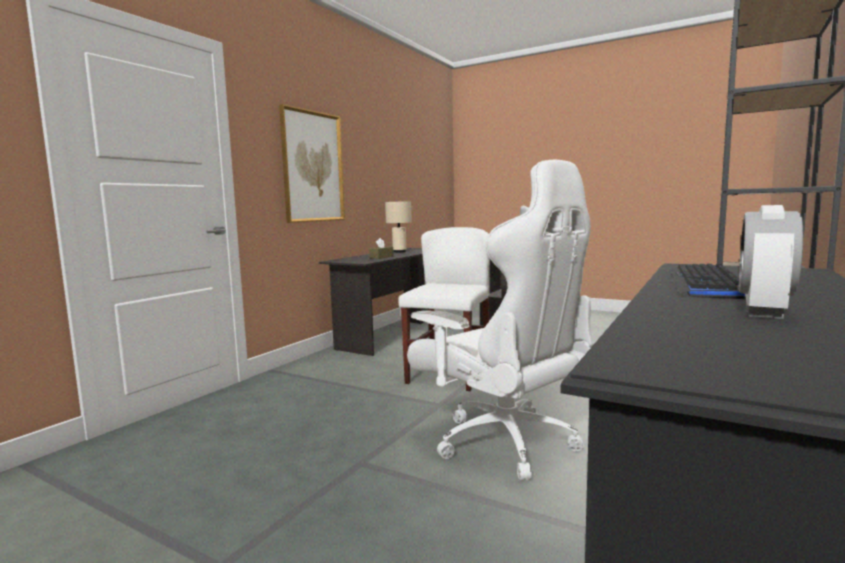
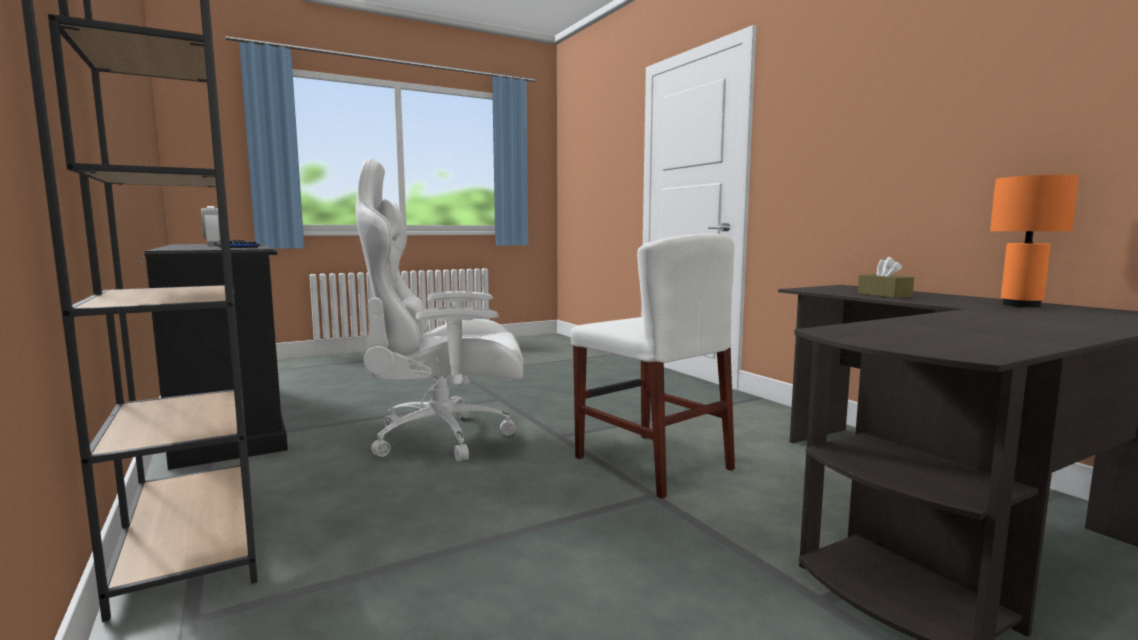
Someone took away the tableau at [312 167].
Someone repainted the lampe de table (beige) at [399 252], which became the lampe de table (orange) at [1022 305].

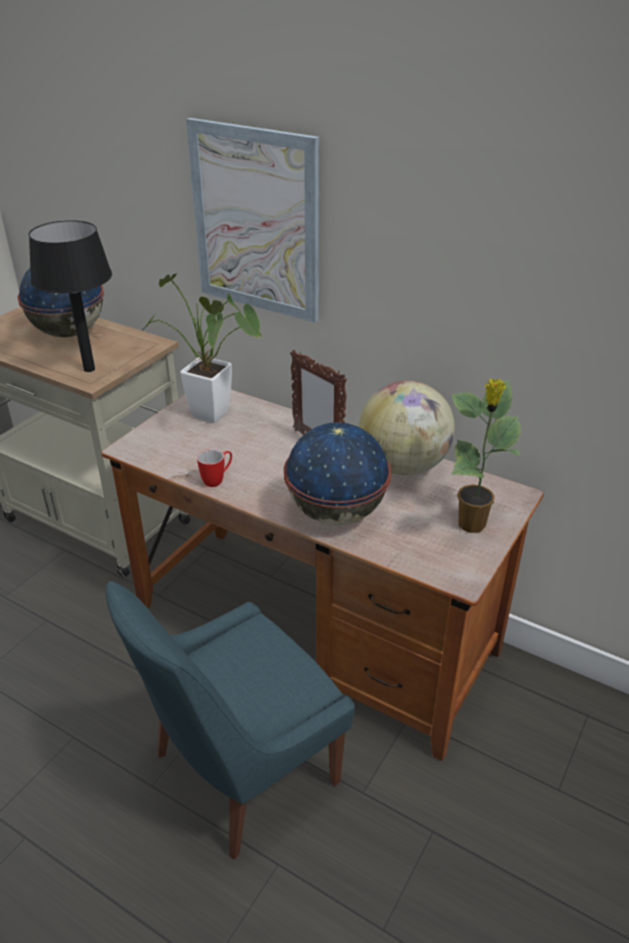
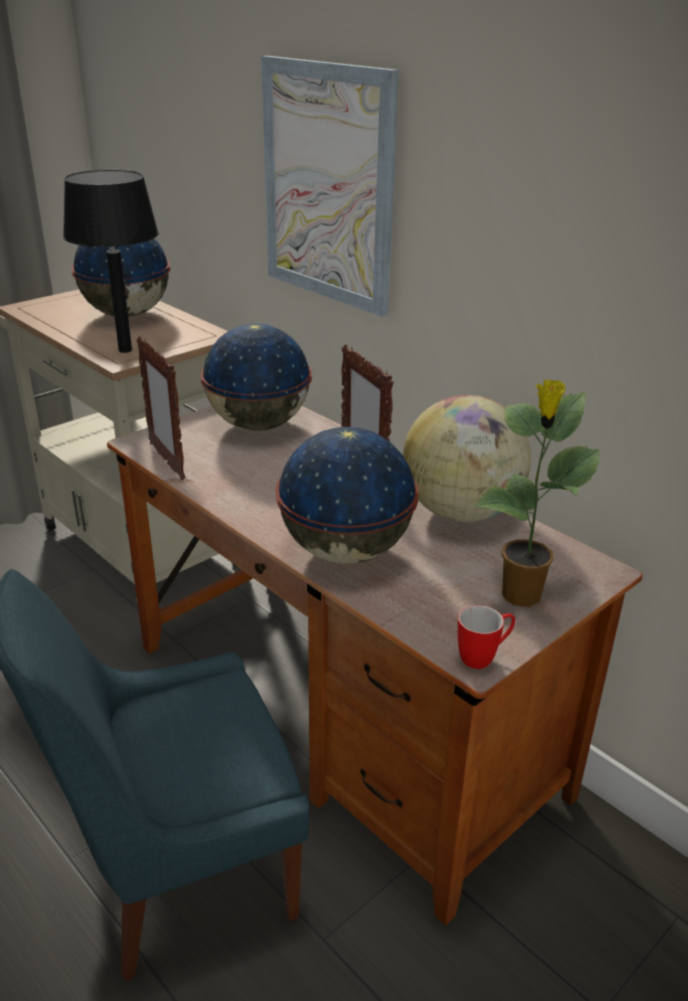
Someone put down the cadre photo at [167 461].
Someone carried the mug from [217 480] to [483 657].
Someone swapped the plante en pot at [217 417] for the globe at [258 425].

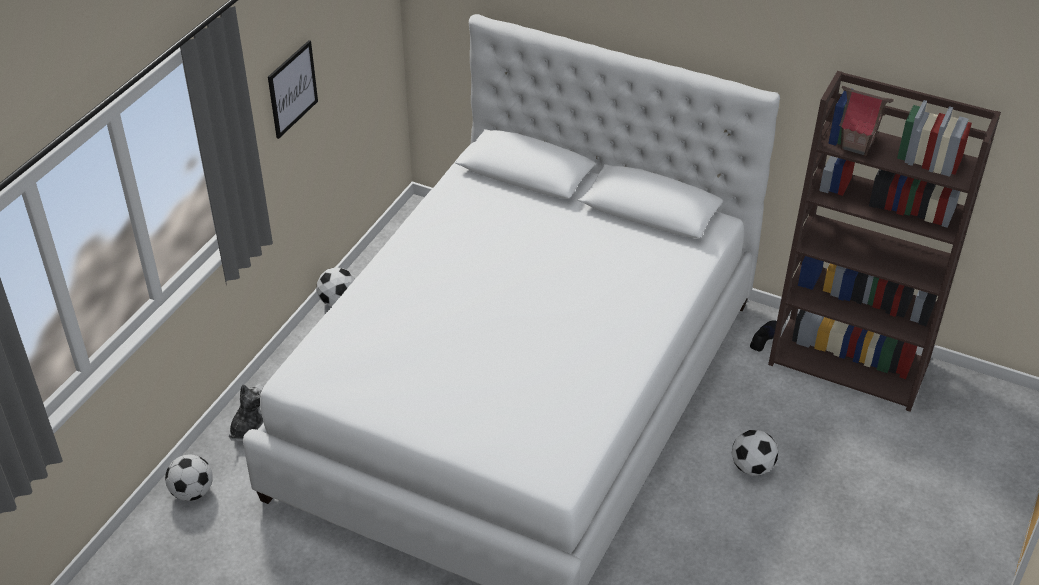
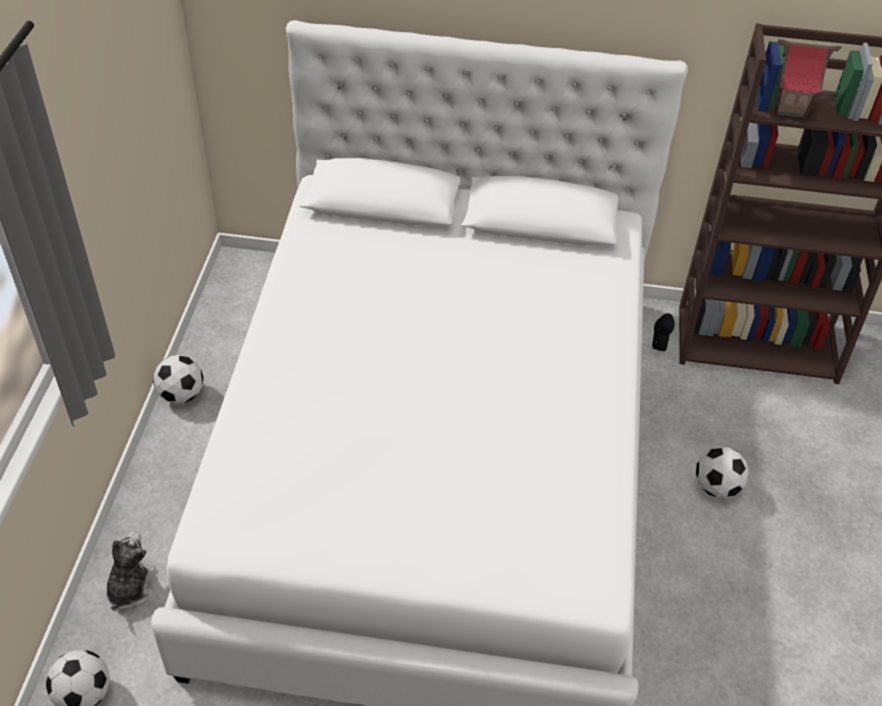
Someone took away the tableau at [292 89].

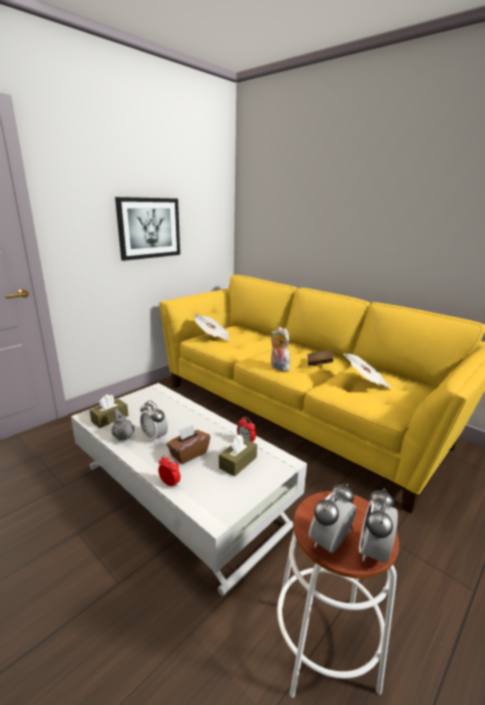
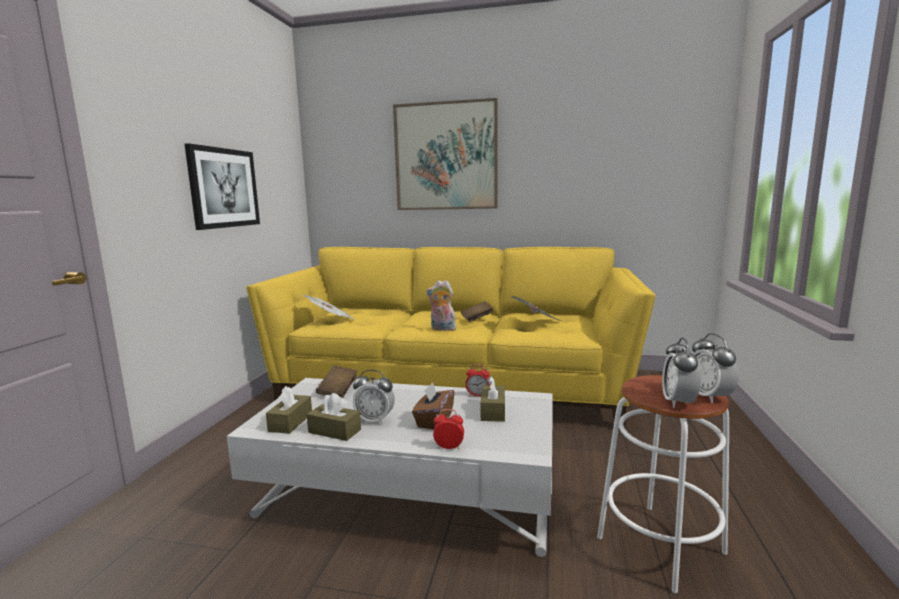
Someone put down the livre (marron) at [338 391].
Someone put up the tableau at [446 156].
Someone swapped the théière (gris) at [123 437] for the boîte à mouchoirs (marron) at [334 431].

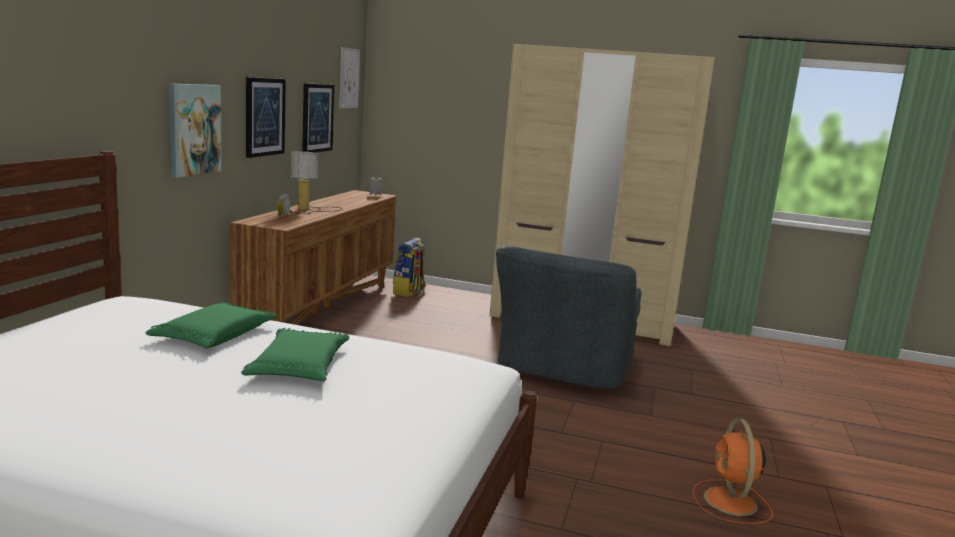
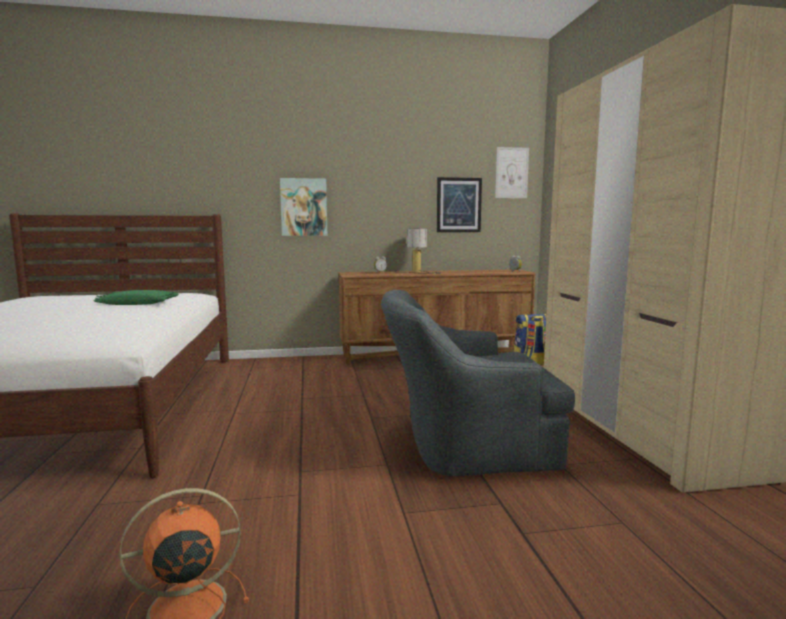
Someone took away the coussin (vert) at [299 363].
Someone took away the tableau at [264 117].

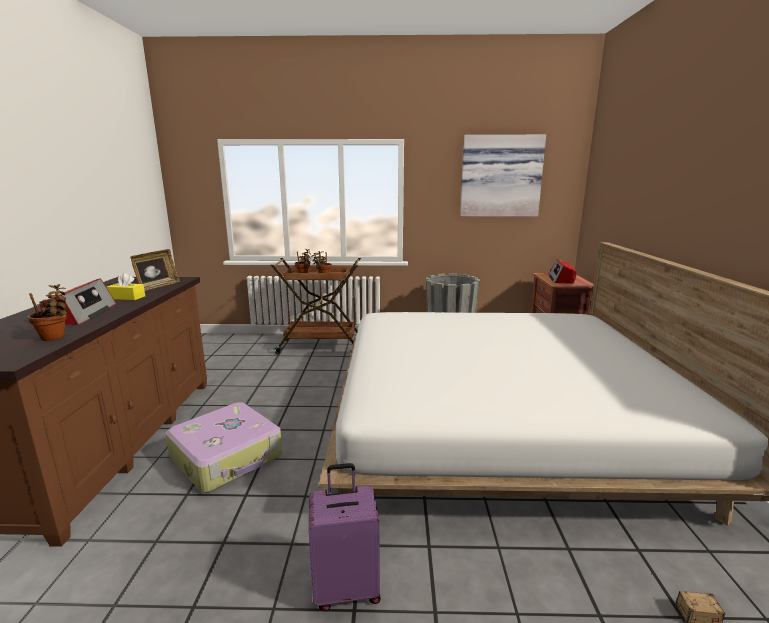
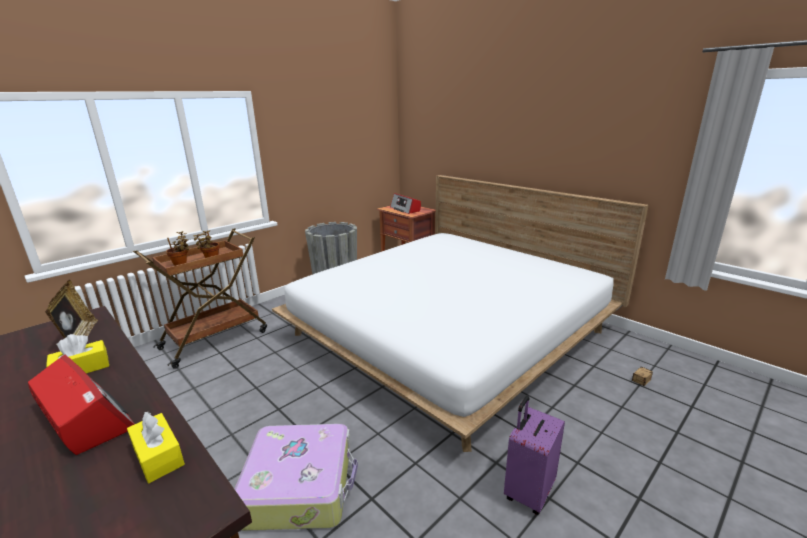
Someone took away the tableau at [500 176].
Someone swapped the plante en pot at [55 337] for the boîte à mouchoirs (jaune) at [158 456].

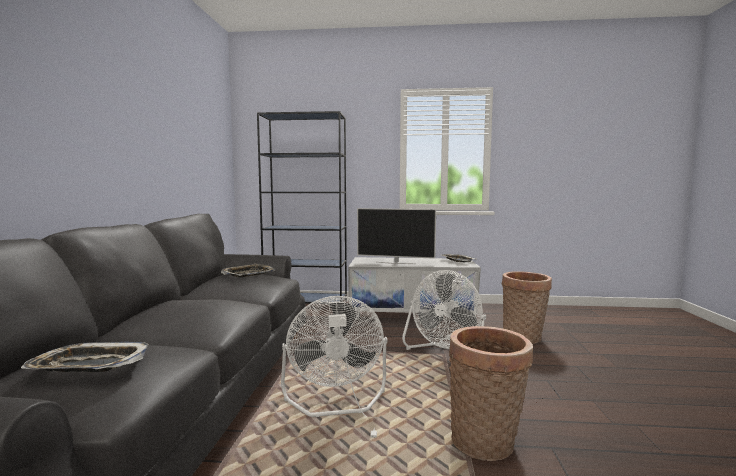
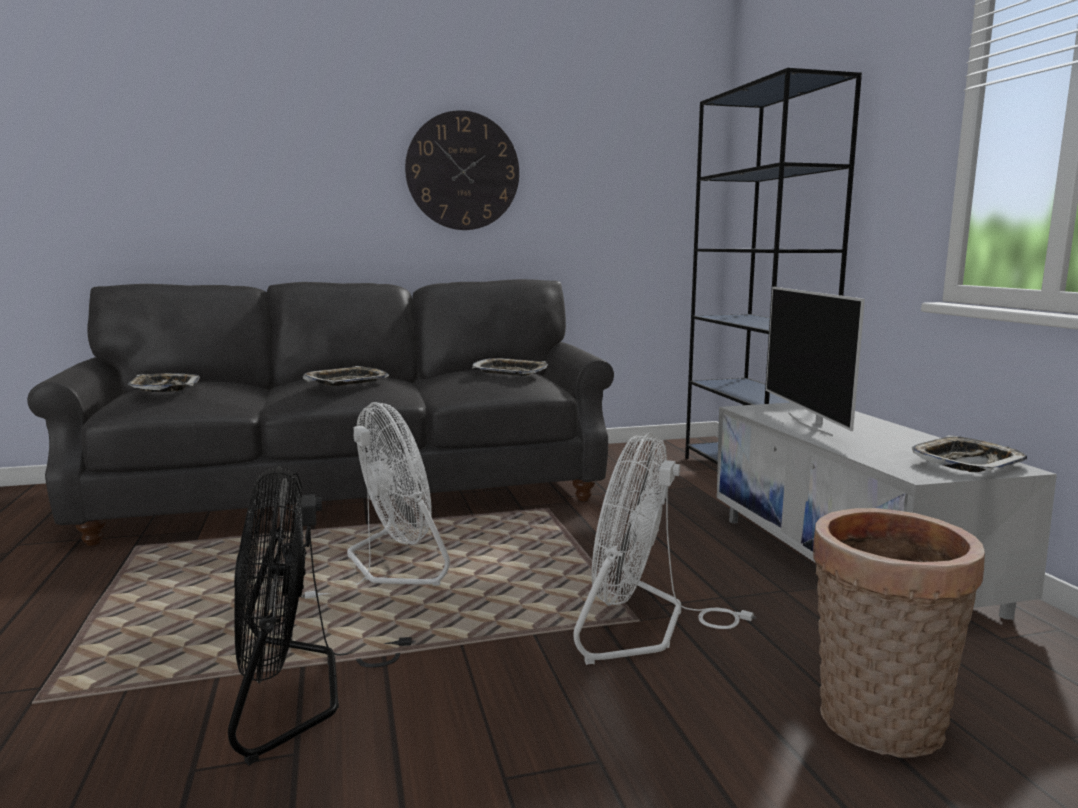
Someone put down the plateau at [346 382].
Someone put up the horloge murale at [462 171].
Someone swapped the panier at [486 443] for the ventilateur (noir) at [302 684].

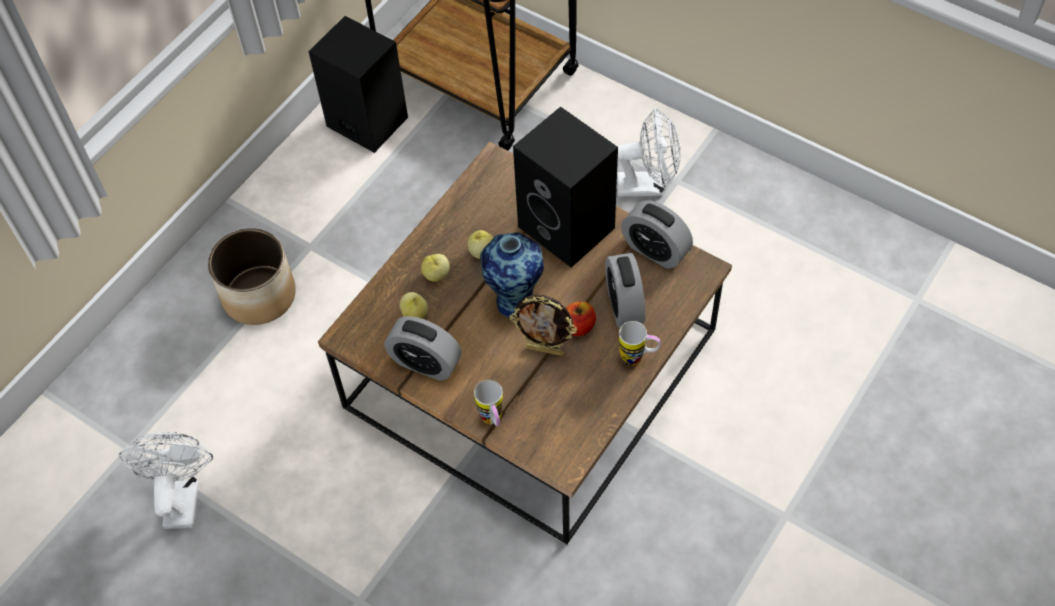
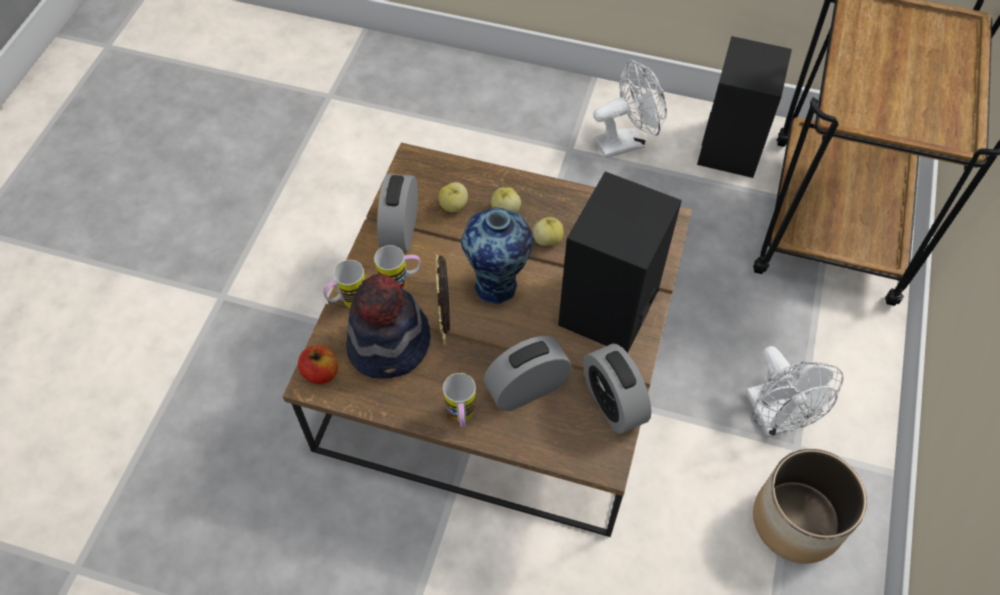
Someone put down the chapeau at [390 345].
Someone put down the mug at [401 285].
Someone carried the ventilateur (blanc) from [181 496] to [626 142].
Someone carried the cache-pot from [259 294] to [797 520].
Someone carried the pomme from [578 326] to [321 372].
Someone rotated the réveil at [655 250] by 45 degrees counterclockwise.

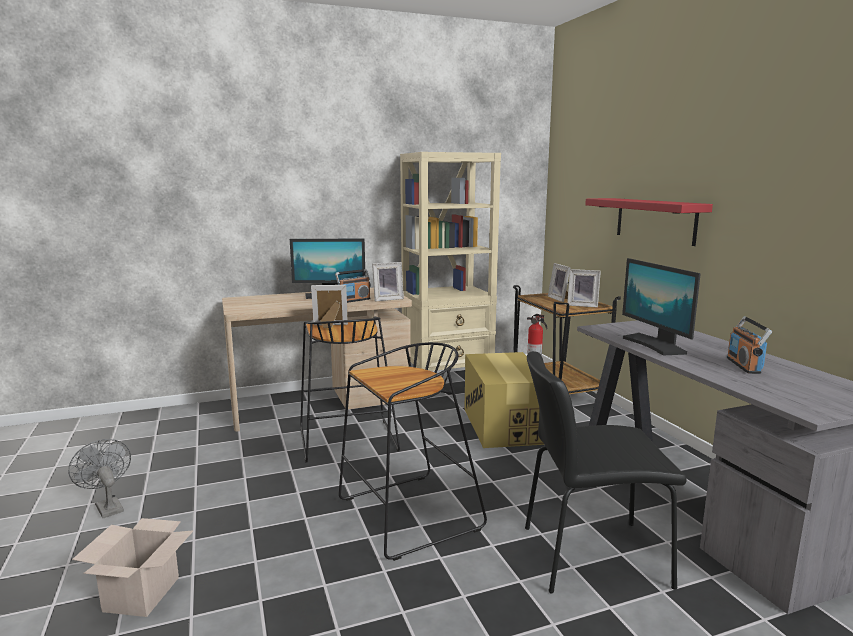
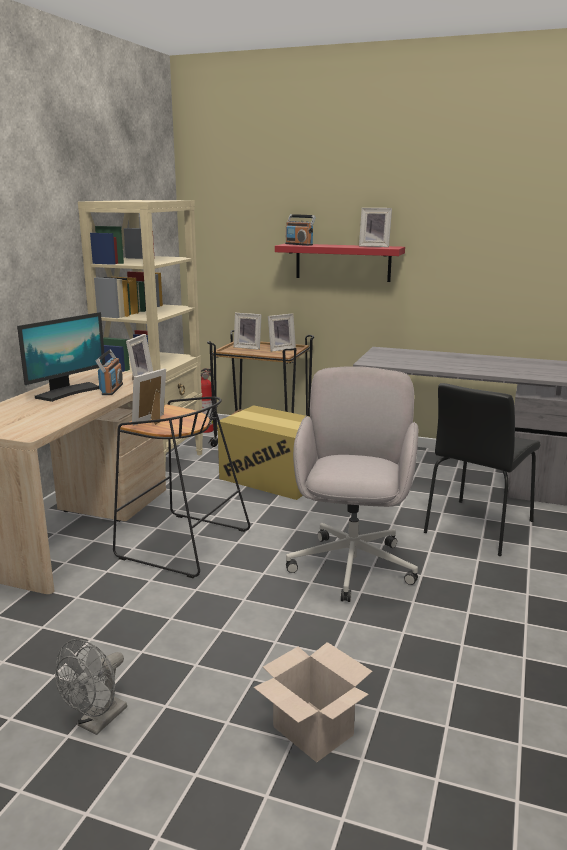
Someone took away the écran d'ordinateur at [655 345].
Someone put down the cadre photo at [375 246].
Someone carried the radio from [744 365] to [299 244].
Someone swapped the tabouret (noir) at [408 516] for the chaise de bureau (gris) at [352 566].
Someone rotated the ventilateur (gris) at [107 506] by 60 degrees counterclockwise.

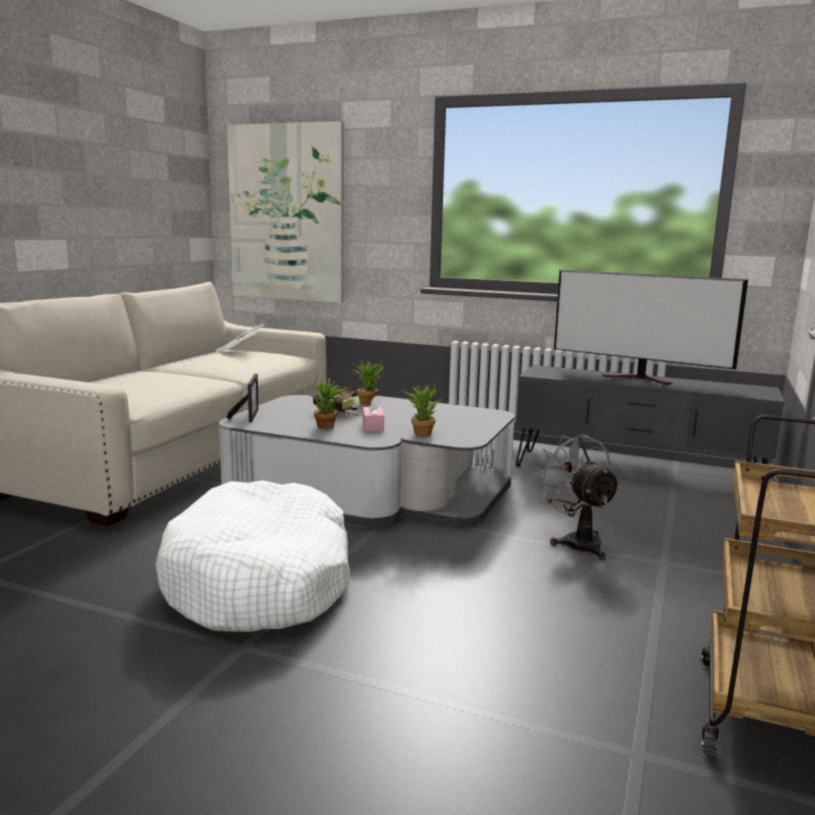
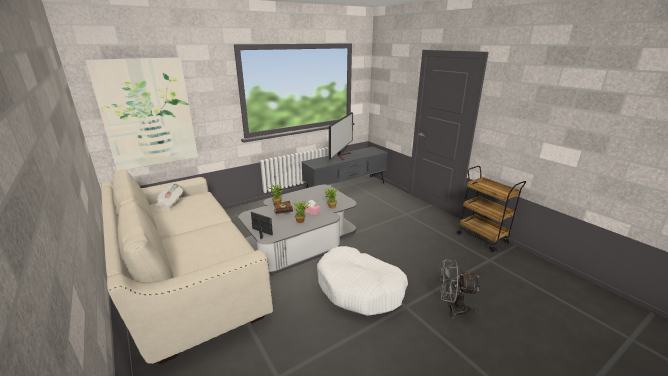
Someone carried the ventilateur (gris) from [576 542] to [452 308].
Someone rotated the téléviseur at [640 379] by 45 degrees counterclockwise.

